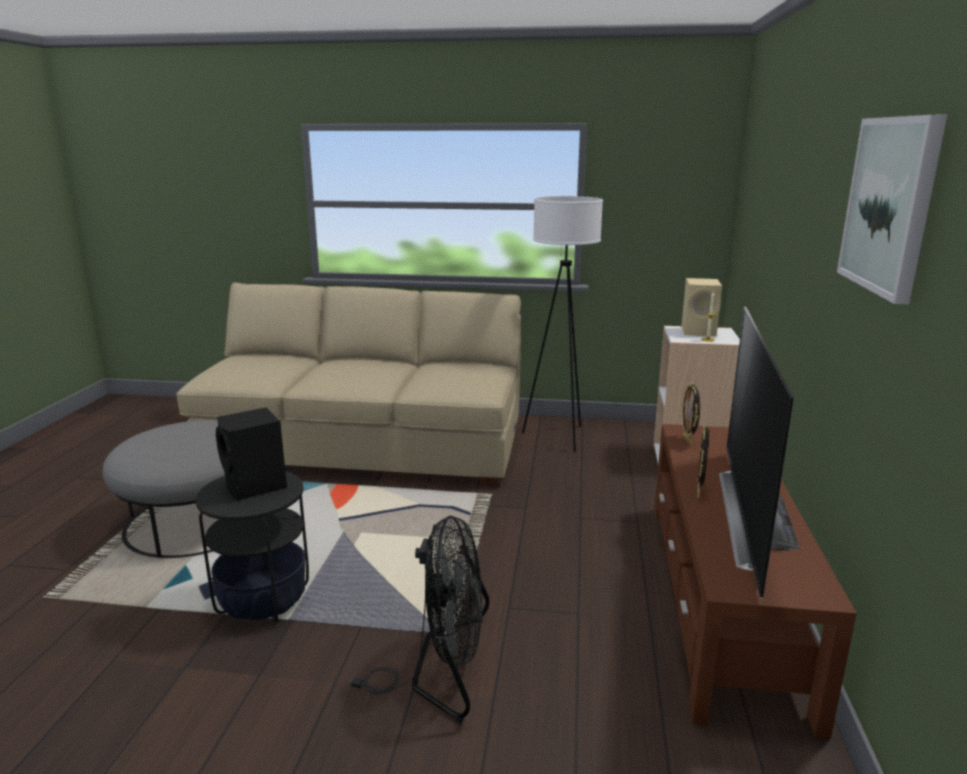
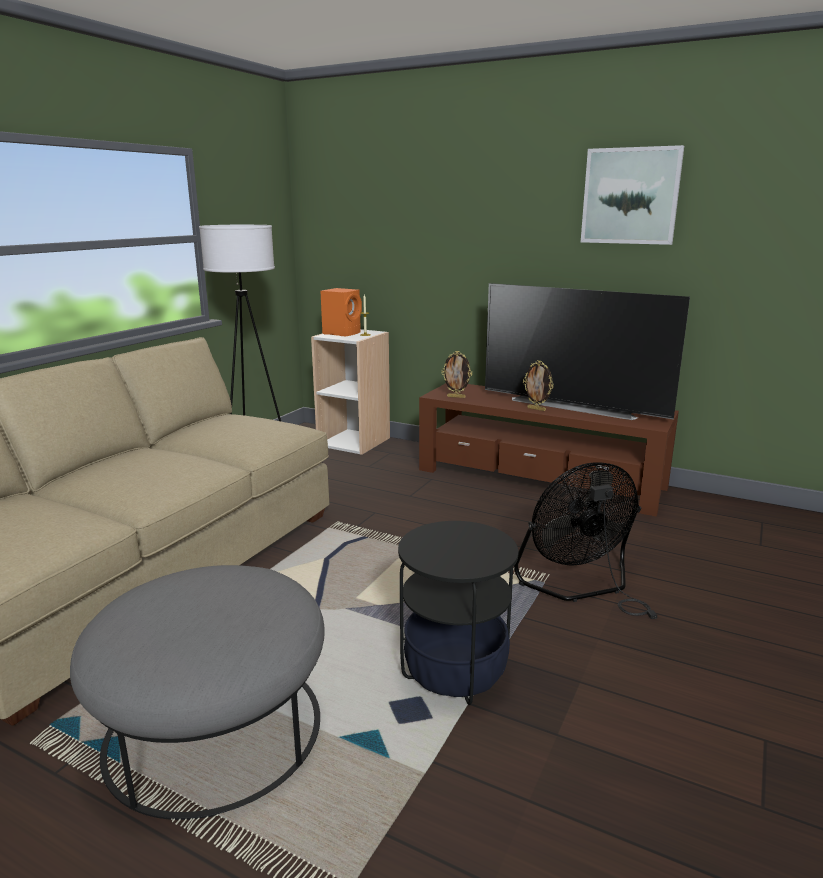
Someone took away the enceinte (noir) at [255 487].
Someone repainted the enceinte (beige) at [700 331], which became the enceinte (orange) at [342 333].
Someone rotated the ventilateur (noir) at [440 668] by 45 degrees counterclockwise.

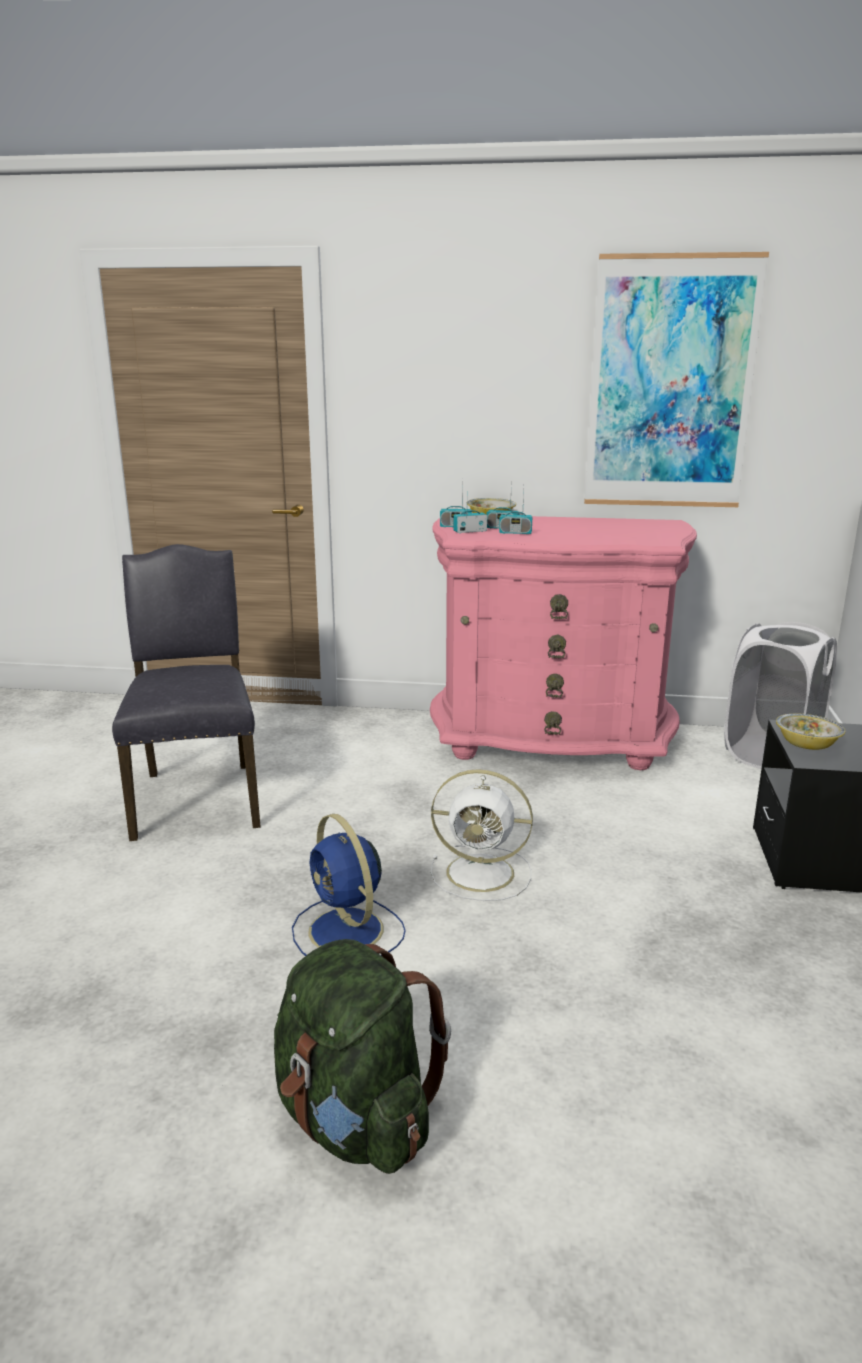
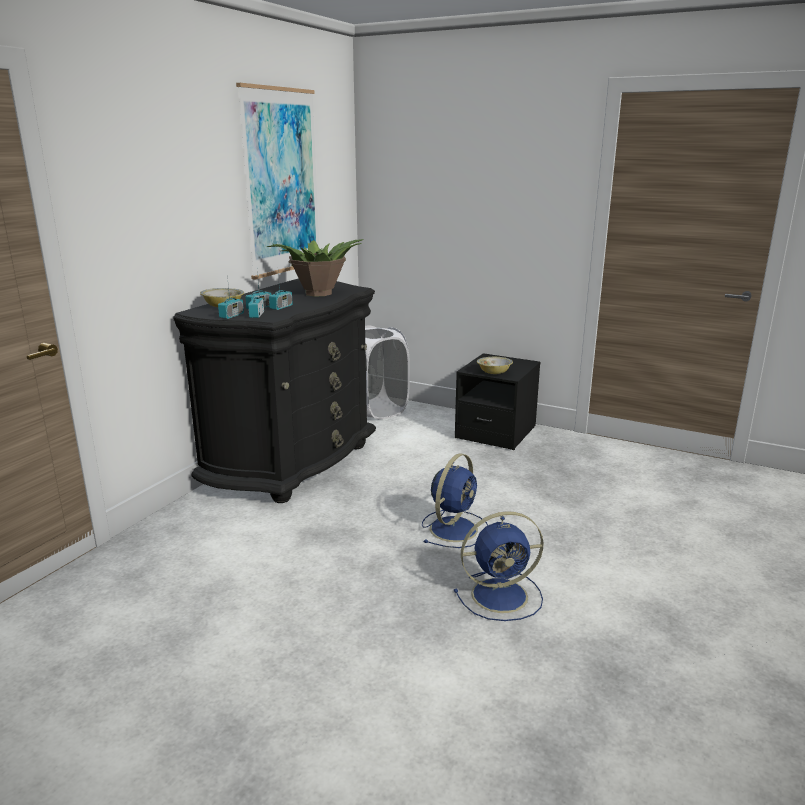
Someone took away the chaise (gris) at [197 797].
Someone took away the sac à dos (vert) at [355 1120].
Someone put down the plante en pot at [317 293].
Someone repainted the commode (rose) at [551 743], which became the commode (noir) at [295 464].
Someone repainted the ventilateur (blanc) at [483 873], which became the ventilateur (bleu) at [454 528].

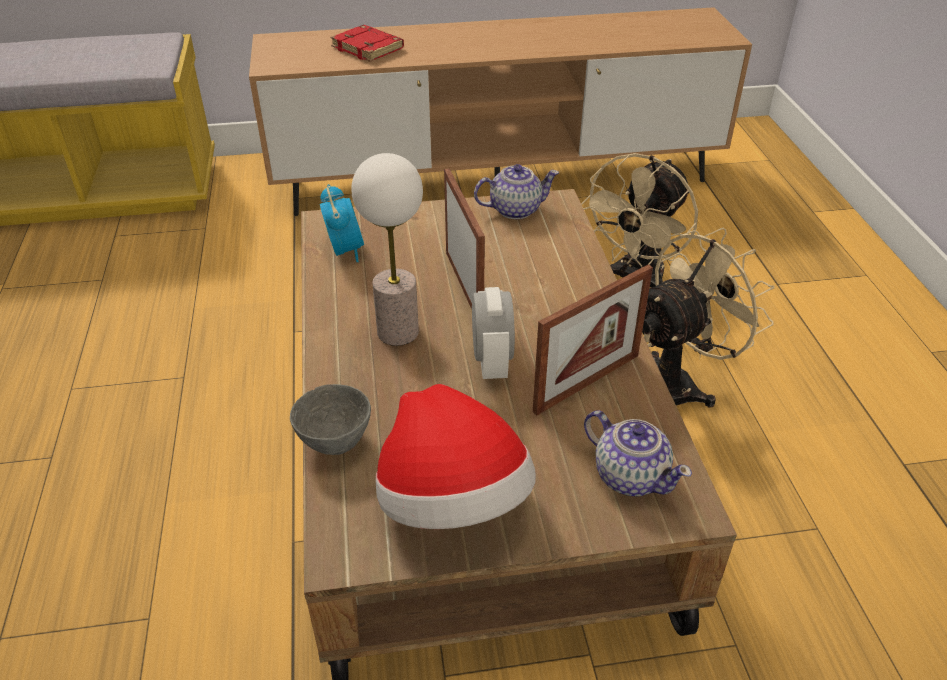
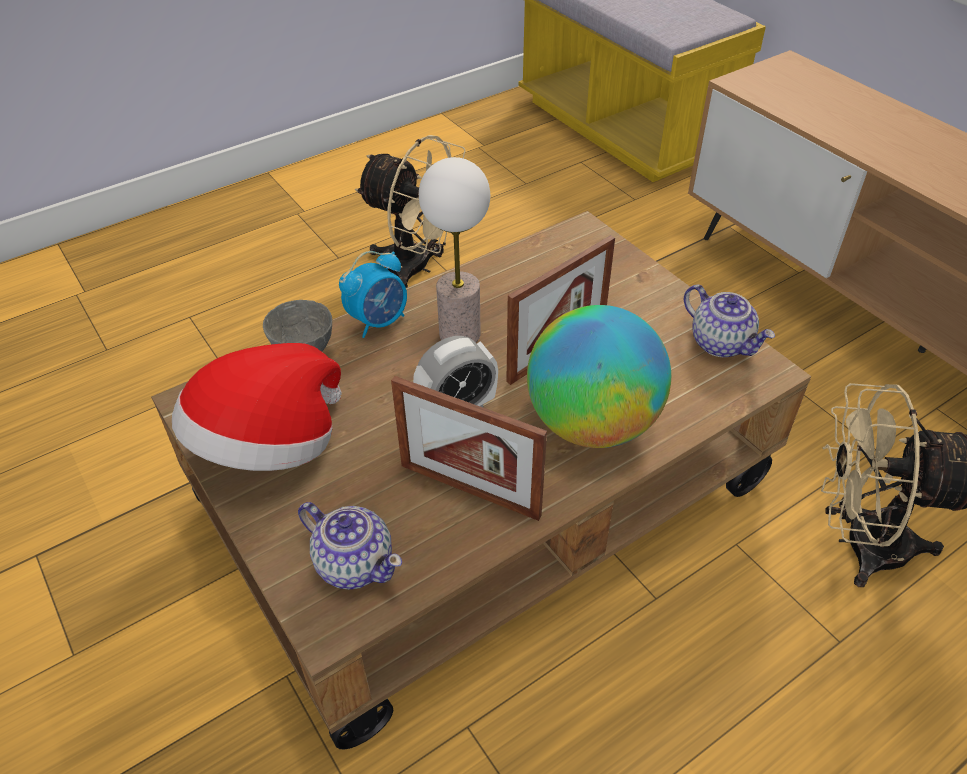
Someone took away the livre (rouge) at [369 48].
Someone put down the globe at [592 423].
Someone carried the réveil from [345 250] to [379 321].
Someone carried the ventilateur (beige) from [676 384] to [417 268].
Someone rotated the théière at [630 475] by 75 degrees counterclockwise.

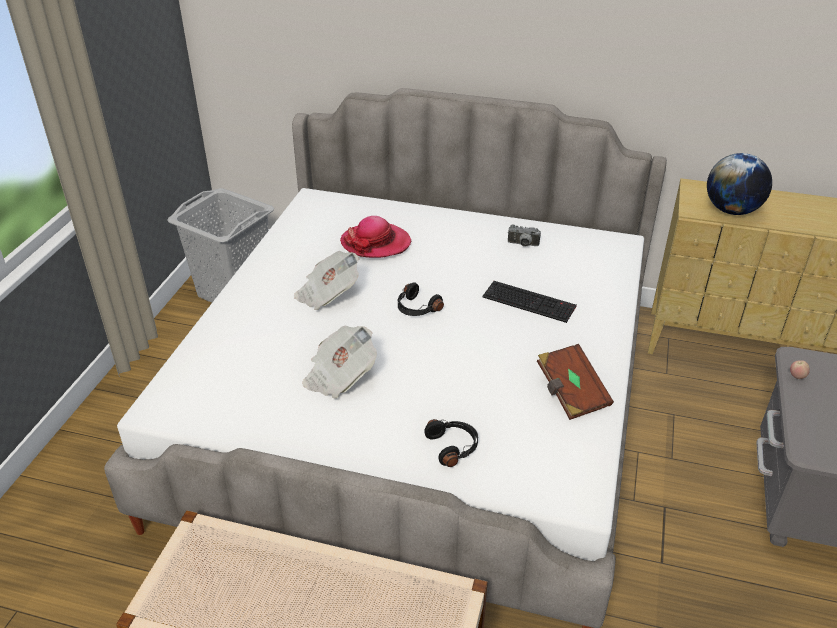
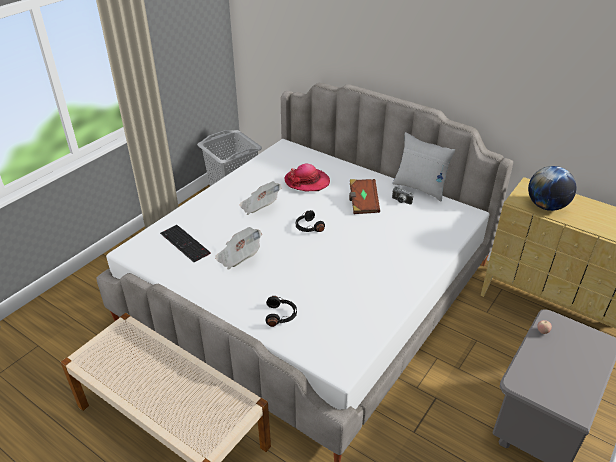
Someone put down the coussin (gris) at [419 189].
Someone carried the clavier from [530 301] to [186 243].
Someone carried the livre (marron) from [571 393] to [363 203].

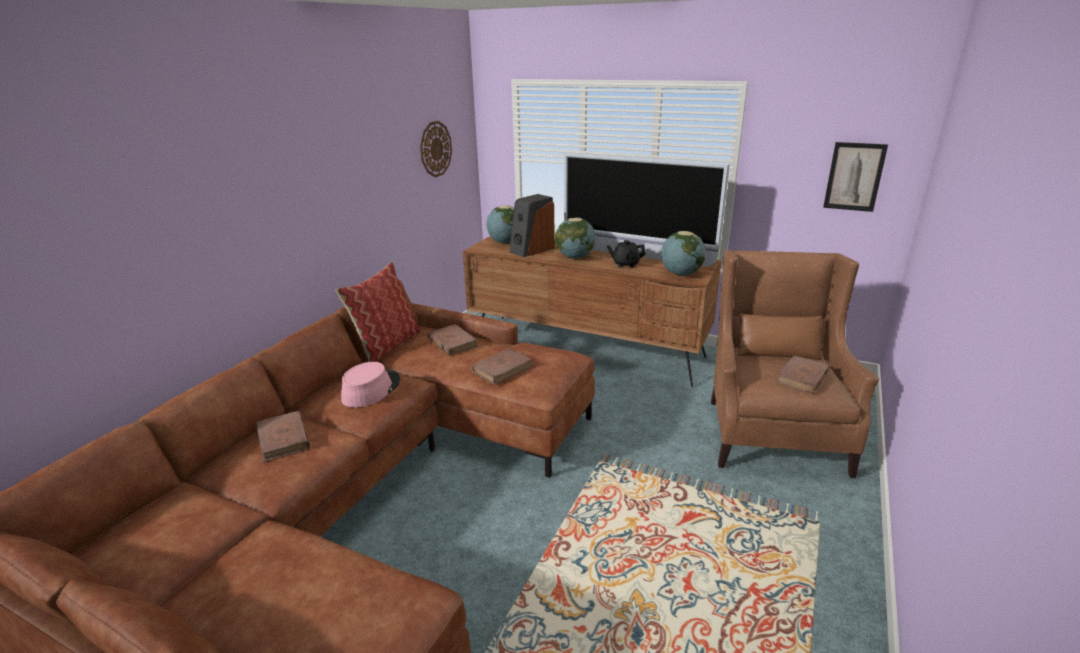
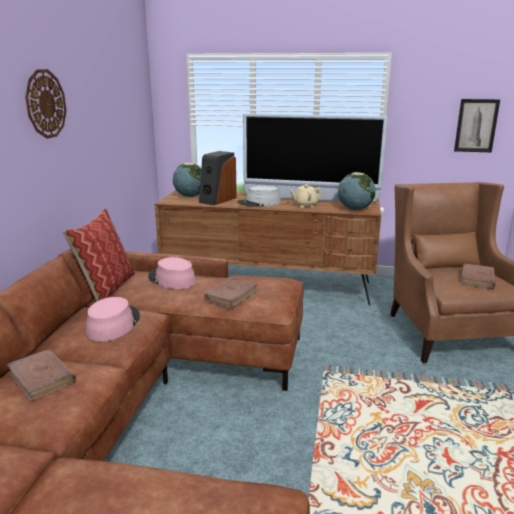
Someone carried the horloge murale from [435 149] to [45 104].
Someone swapped the livre (marron) at [452 342] for the chapeau (rose) at [171 279].
Someone swapped the globe at [575 257] for the chapeau (gris) at [259 203].
Someone repainted the théière (noir) at [625 264], which became the théière (beige) at [305 205].

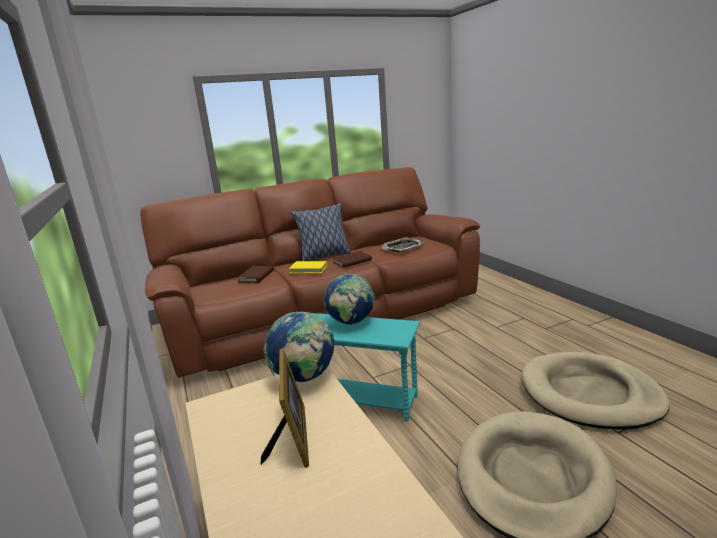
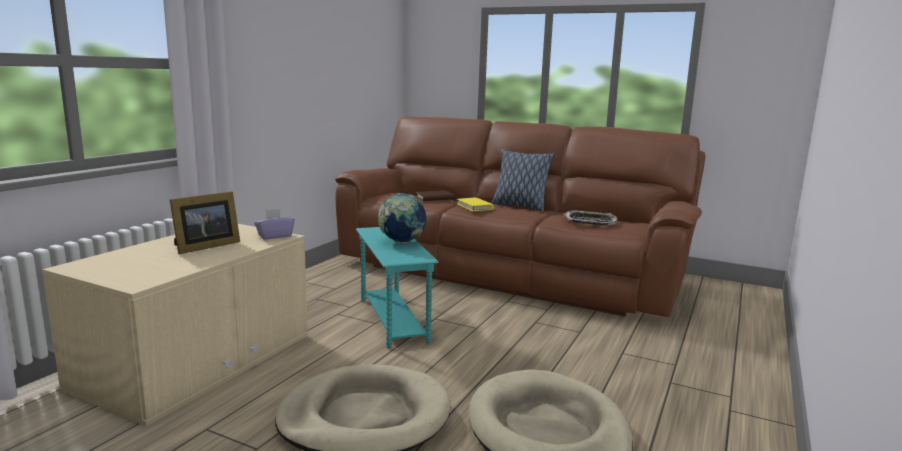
Someone took away the livre (marron) at [352 261].
Someone swapped the globe at [304 378] for the boîte à mouchoirs (violet) at [275 236].

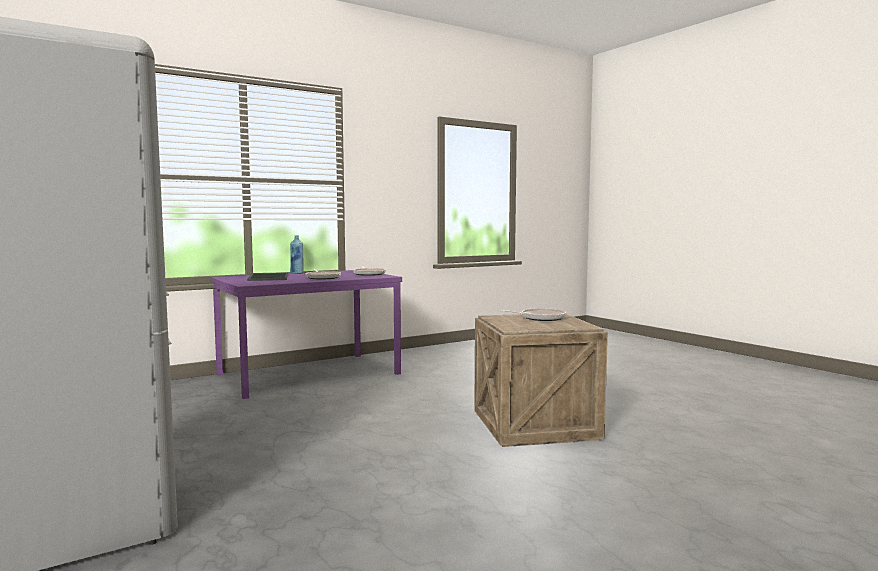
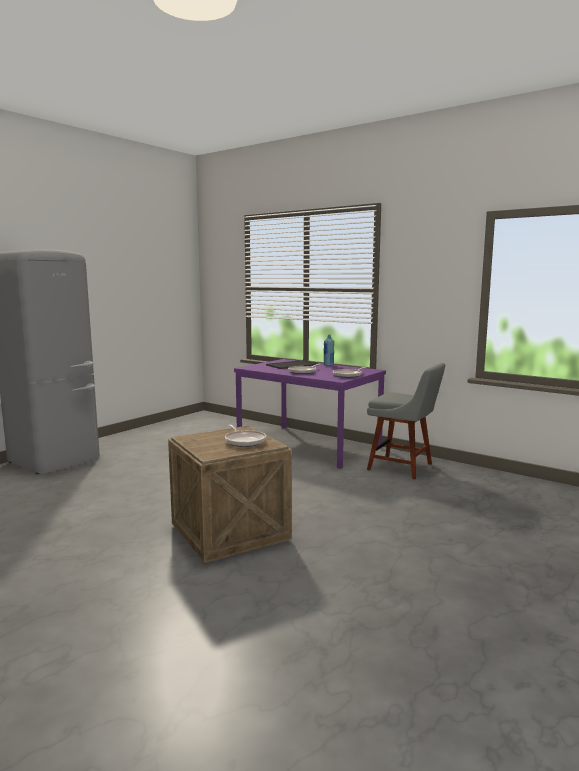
Someone put down the chaise (gris) at [403 467].

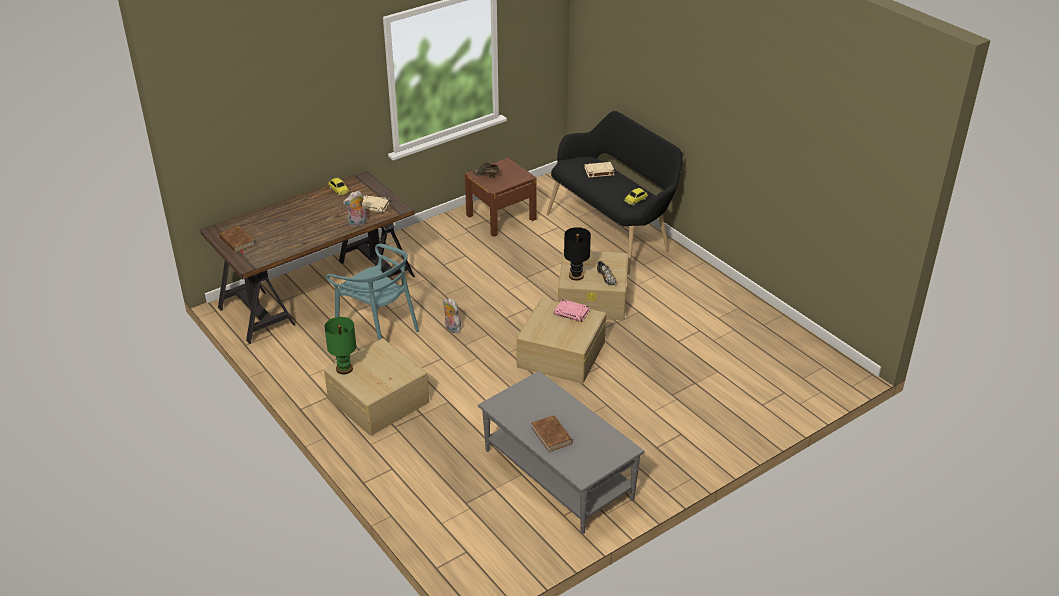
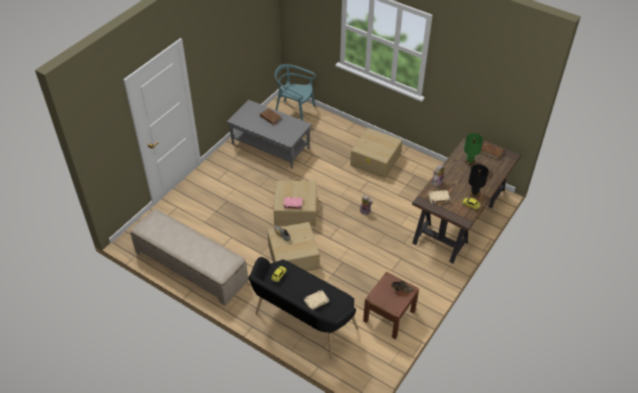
Someone put down the banc (beige) at [190 266].
Someone carried the lampe de table (vert) from [345 368] to [469 162].
Someone carried the chaise (turquoise) from [378 330] to [295 113].
Someone carried the lampe de table (noir) from [576 276] to [474 193].

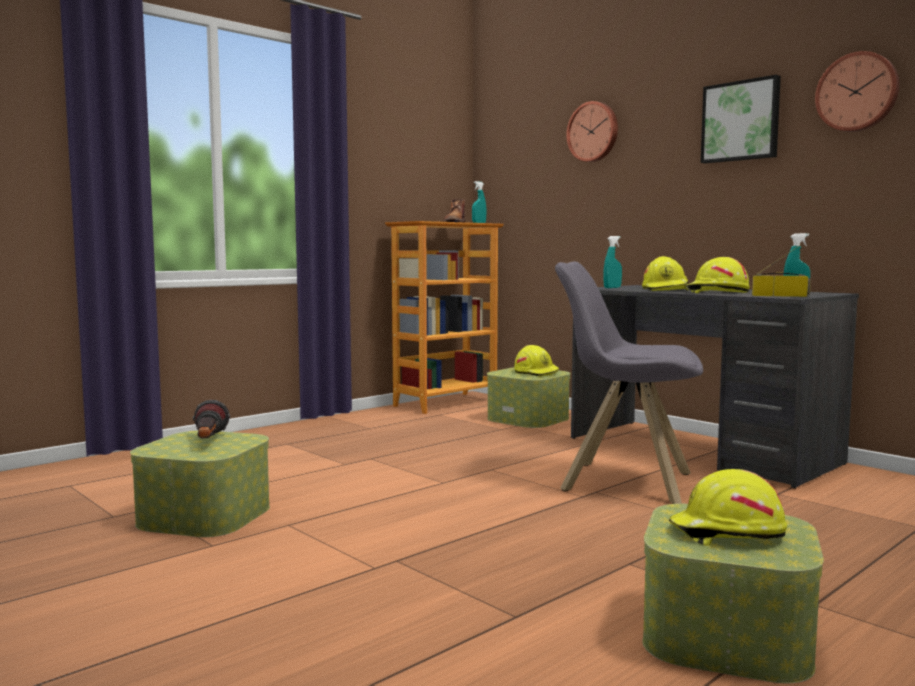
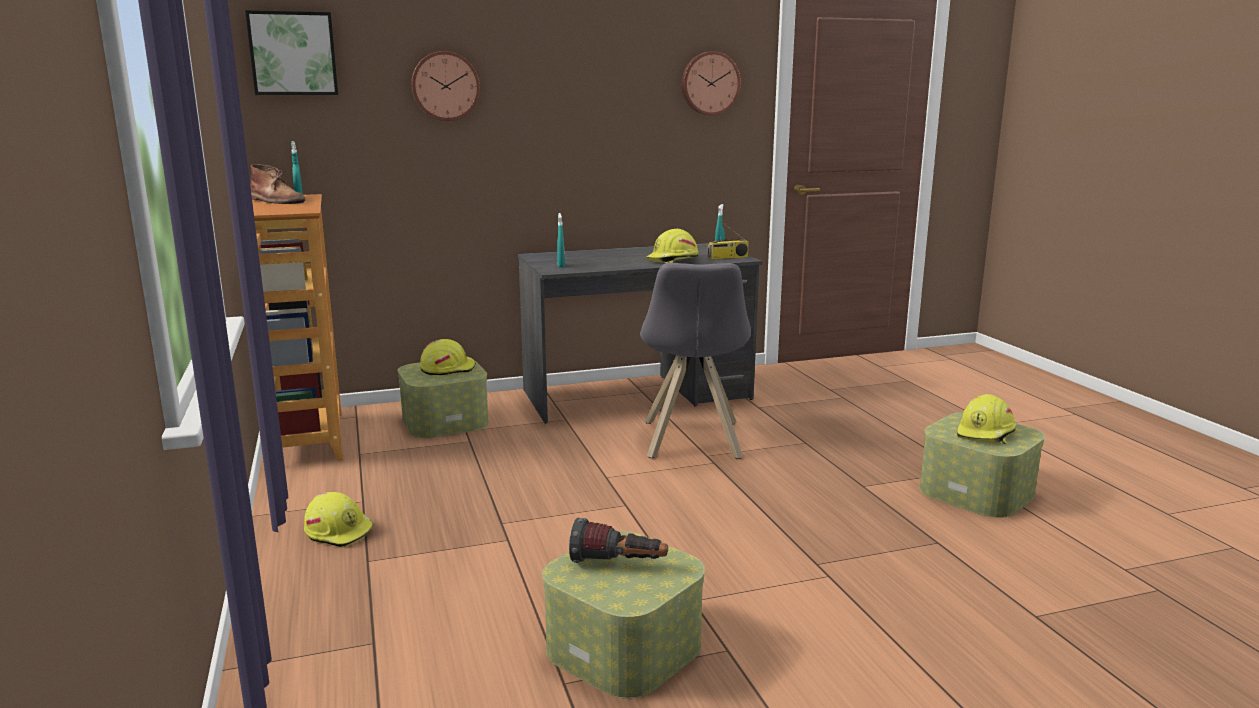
Someone carried the casque de chantier (jaune) from [666 289] to [340 531].
Someone carried the tableau from [741 121] to [293 53].
Someone rotated the chaise (gris) at [625 482] by 45 degrees counterclockwise.
Someone rotated the radio at [780 296] by 150 degrees counterclockwise.

